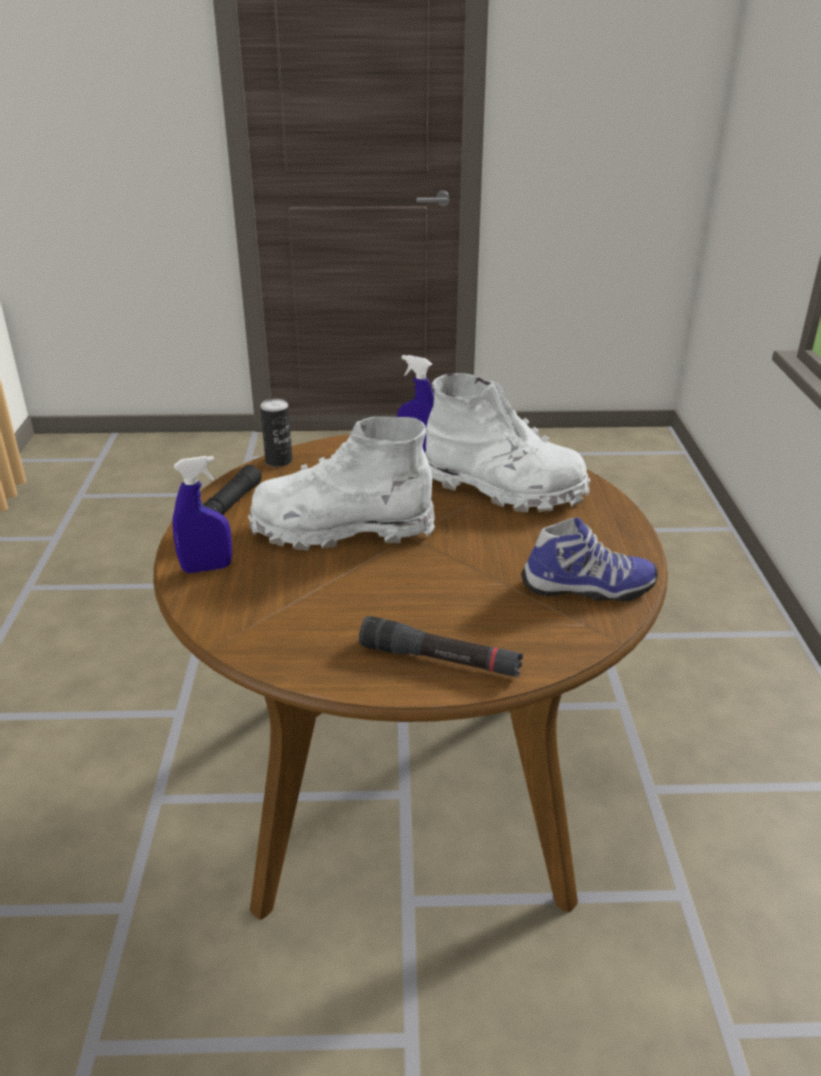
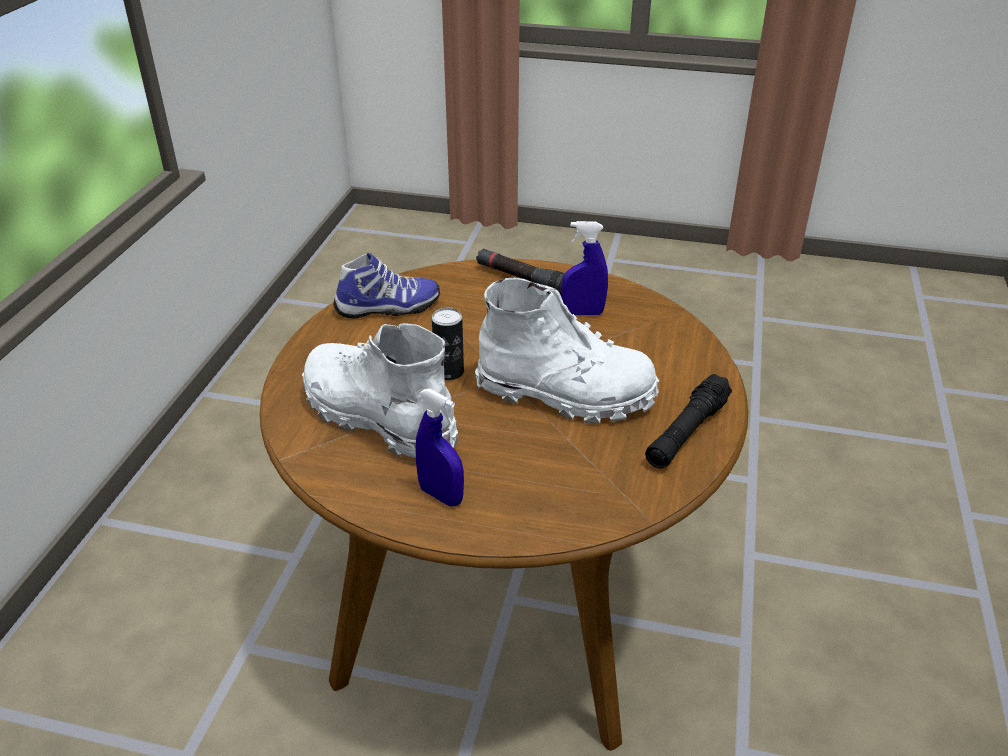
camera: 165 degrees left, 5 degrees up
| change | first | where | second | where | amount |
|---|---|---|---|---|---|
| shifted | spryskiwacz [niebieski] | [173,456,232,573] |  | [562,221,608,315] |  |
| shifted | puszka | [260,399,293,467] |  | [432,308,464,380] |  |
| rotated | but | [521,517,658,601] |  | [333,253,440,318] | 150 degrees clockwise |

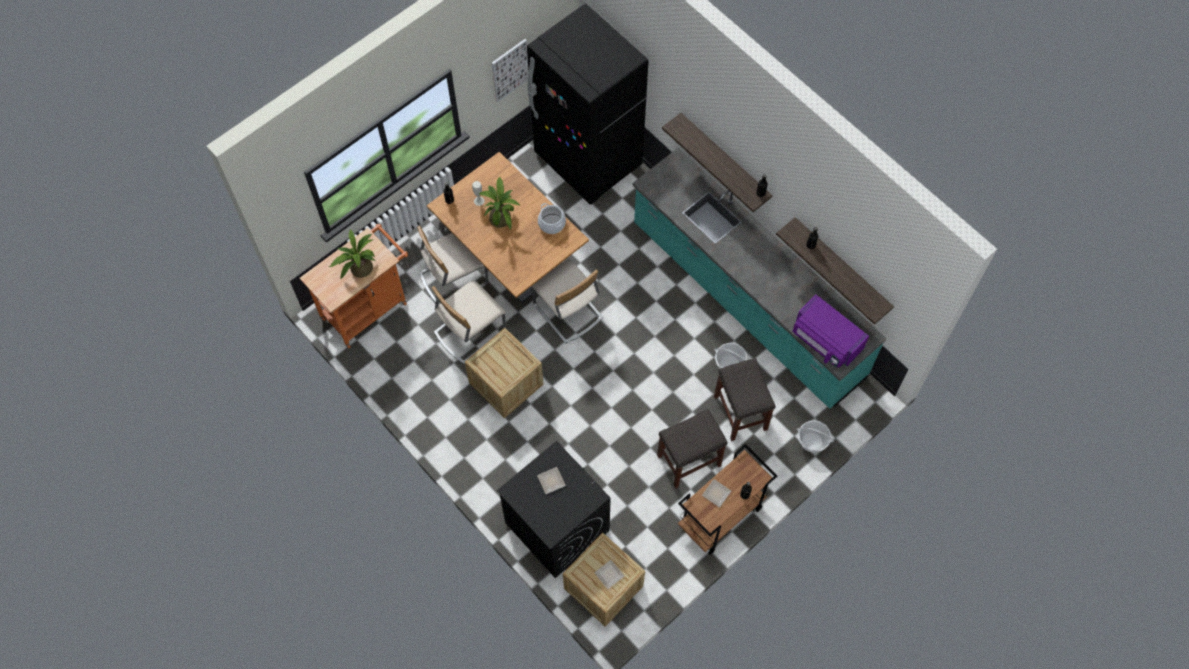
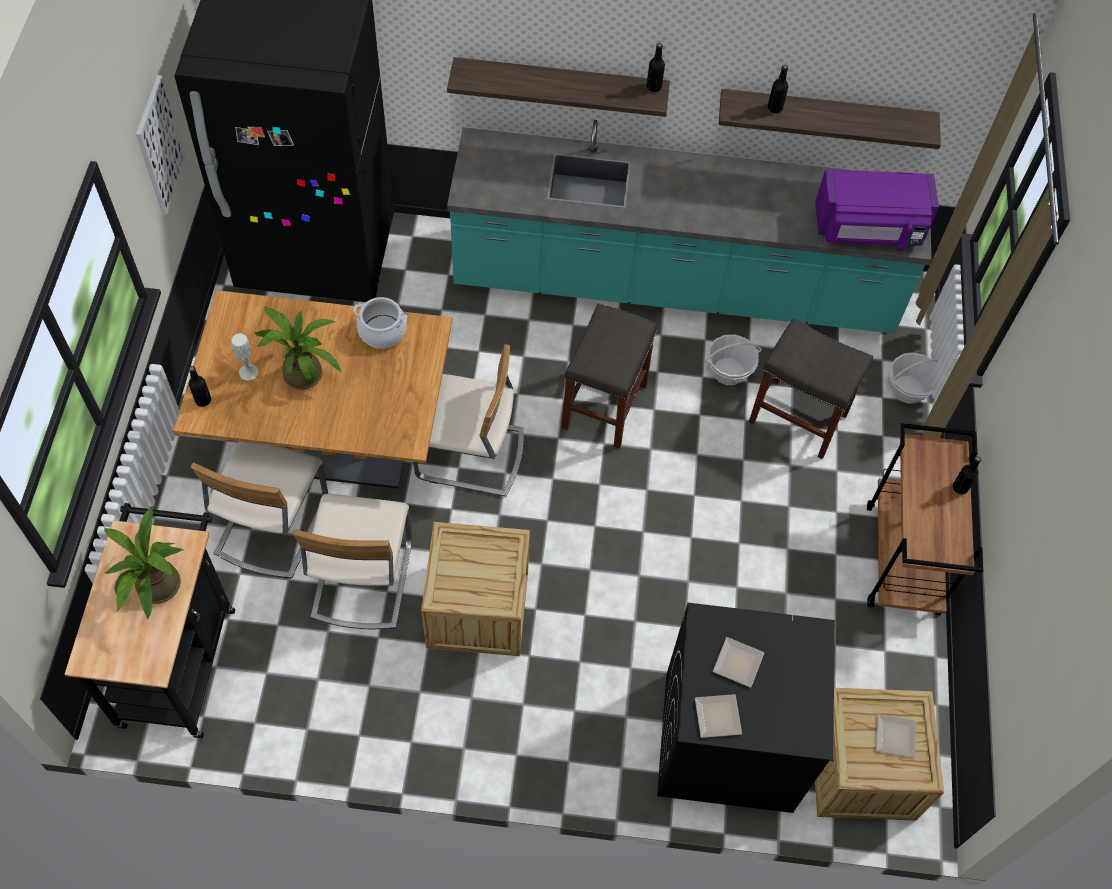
camera: 45 degrees left, 5 degrees down
| change | first | where | second | where | amount |
|---|---|---|---|---|---|
| shifted | stołek [szary] | [657,409,727,488] |  | [561,303,657,449] |  |
| shifted | talerz | [702,479,731,508] |  | [695,694,742,738] |  |
| repainted | wózek [pomarańczowy] | [300,224,408,348] | wózek [czarny] | [64,503,235,738] |  |

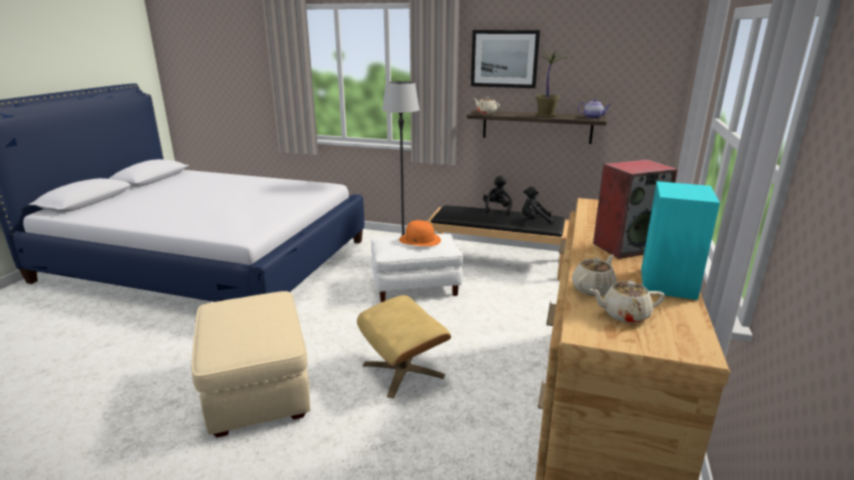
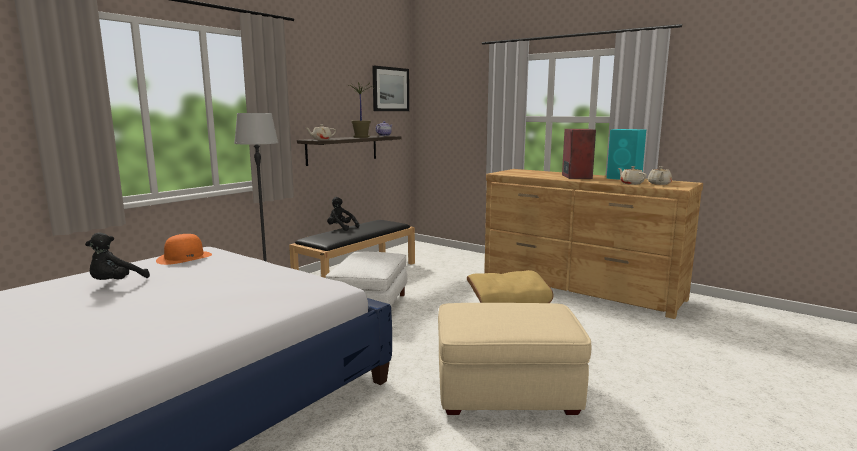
camera: 70 degrees left, 10 degrees down
| change | first | where | second | where | amount |
|---|---|---|---|---|---|
| shifted | kapelusz [pomarańczowy] | [399,220,441,246] |  | [156,234,212,265] |  |
| shifted | obraz | [471,30,540,88] |  | [372,66,409,111] |  |
| shifted | pluszak [czarny] | [522,187,554,224] |  | [85,232,150,280] |  |

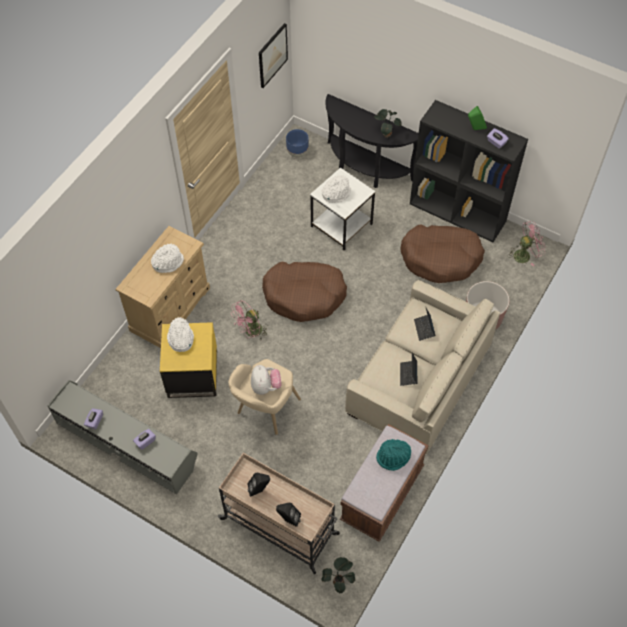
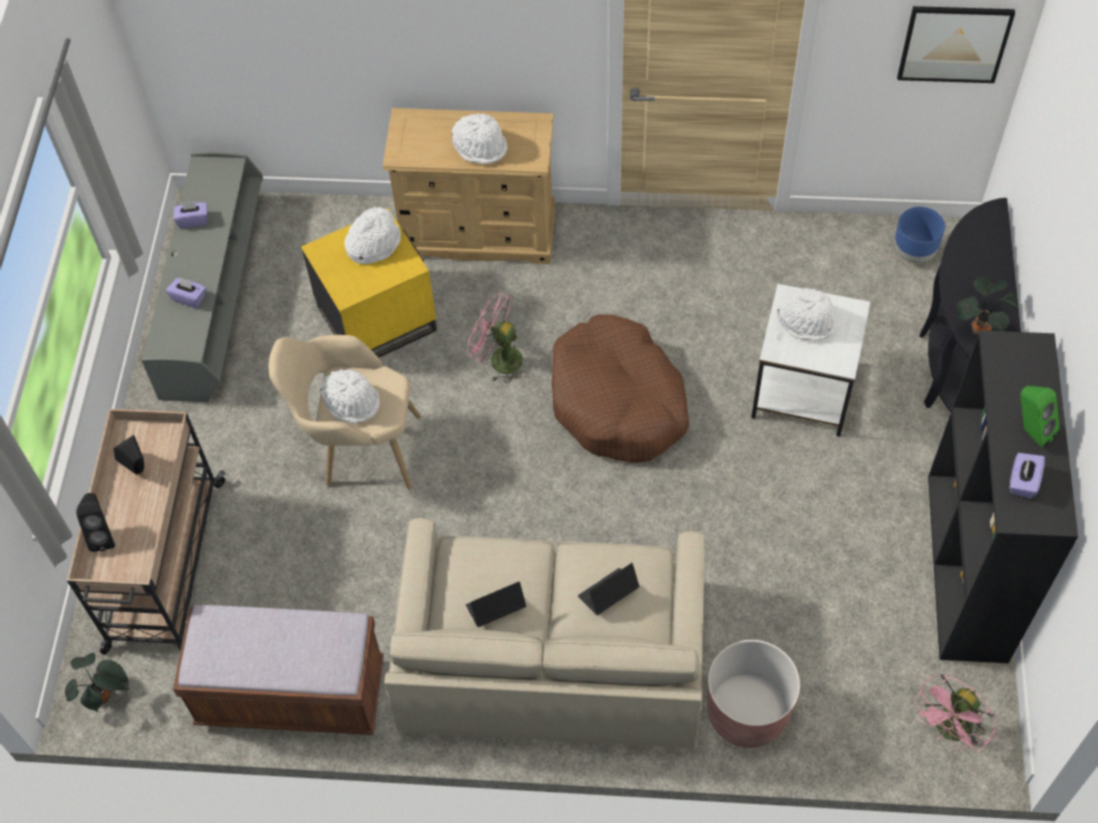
camera: 65 degrees right, 0 degrees up
| change | first | where | second | where | amount |
|---|---|---|---|---|---|
| gone | kapelusz [turkusowy] | [376,439,411,471] |  |  |  |
| gone | legowisko [brązowy] | [400,224,485,283] |  |  |  |
| swapped | pluszak | [251,365,281,395] | kapelusz [biały] | [320,369,380,423] |  |
| rotated | wentylator [różowy] | [508,221,545,266] |  | [914,674,997,752] | 90 degrees clockwise |

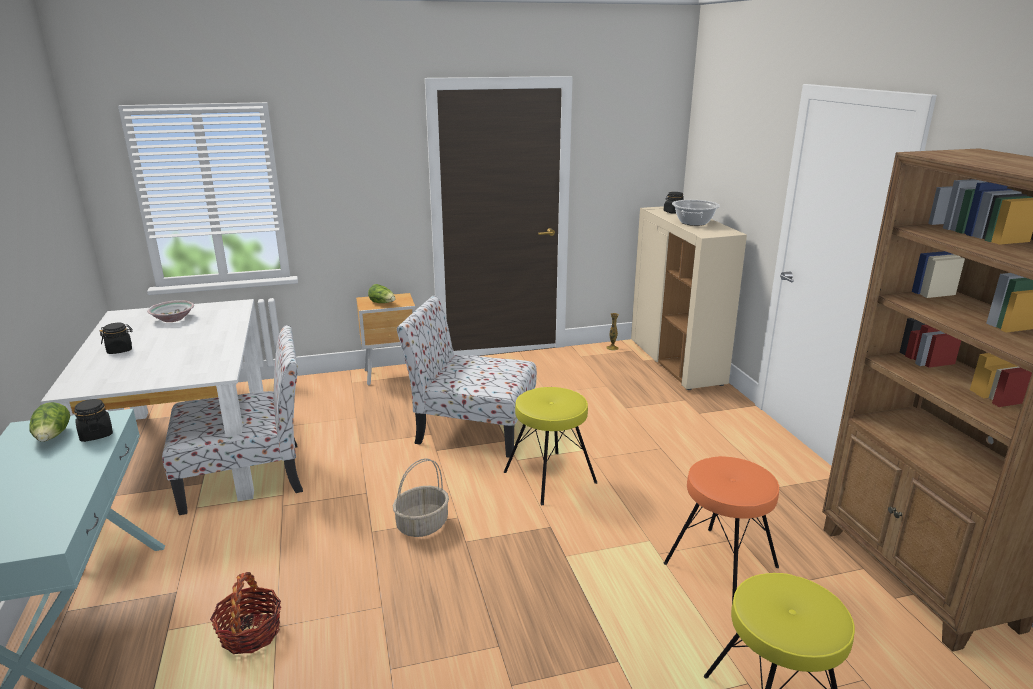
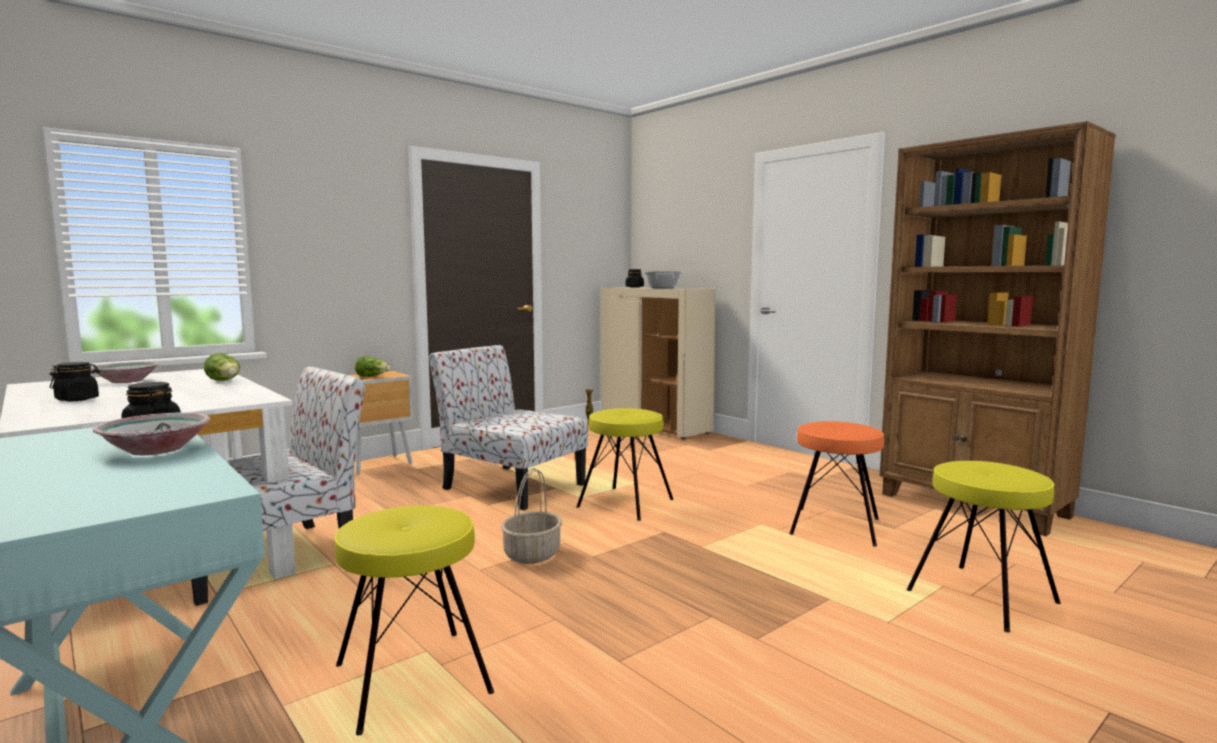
camera: 25 degrees left, 15 degrees down
| change | first | where | second | where | amount |
|---|---|---|---|---|---|
| new |  |  | miska | [93,412,211,455] |  |
| shifted | sałata | [29,402,70,442] |  | [204,353,240,381] |  |
| swapped | koszyk | [210,572,281,654] | stołek [żółty] | [334,506,494,735] |  |
| rotated | krzesło | [397,296,537,458] |  | [429,345,588,510] | 45 degrees clockwise |

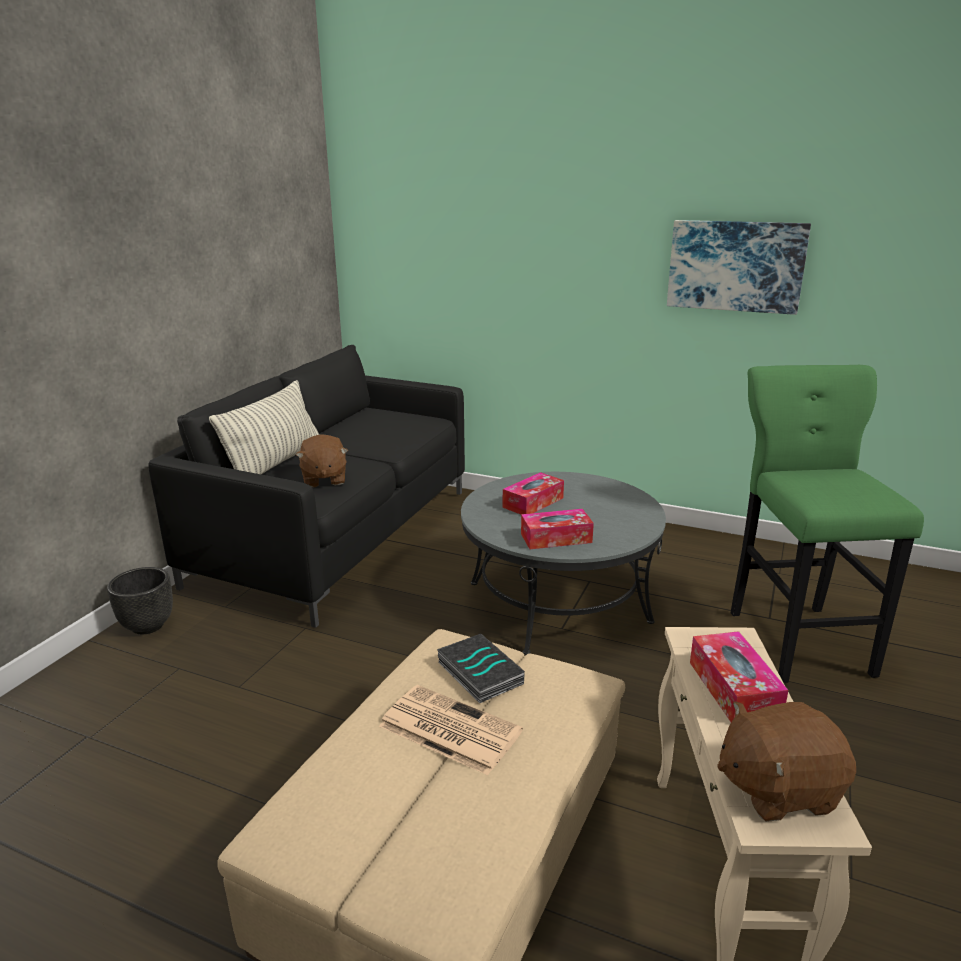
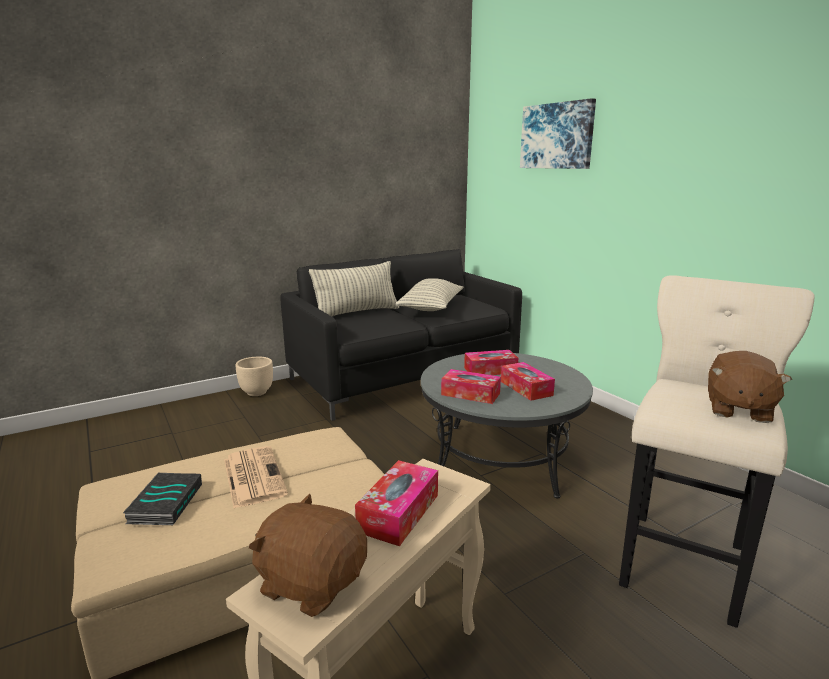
camera: 35 degrees right, 5 degrees down
| change | first | where | second | where | amount |
|---|---|---|---|---|---|
| new |  |  | poduszka | [396,278,463,311] |  |
| new |  |  | pudełko chusteczek | [501,362,555,401] |  |
| shifted | pluszak [brązowy] | [296,434,348,488] |  | [708,351,792,423] |  |
| shifted | książka | [437,634,525,703] |  | [123,473,202,525] |  |
| shifted | obraz | [667,220,811,315] |  | [520,98,596,169] |  |
| repainted | donica [czarny] | [107,567,173,635] | donica [beżowy] | [235,357,273,396] |  |
| repainted | stołek [zielony] | [731,365,924,683] | stołek [beżowy] | [619,275,815,628] |  |

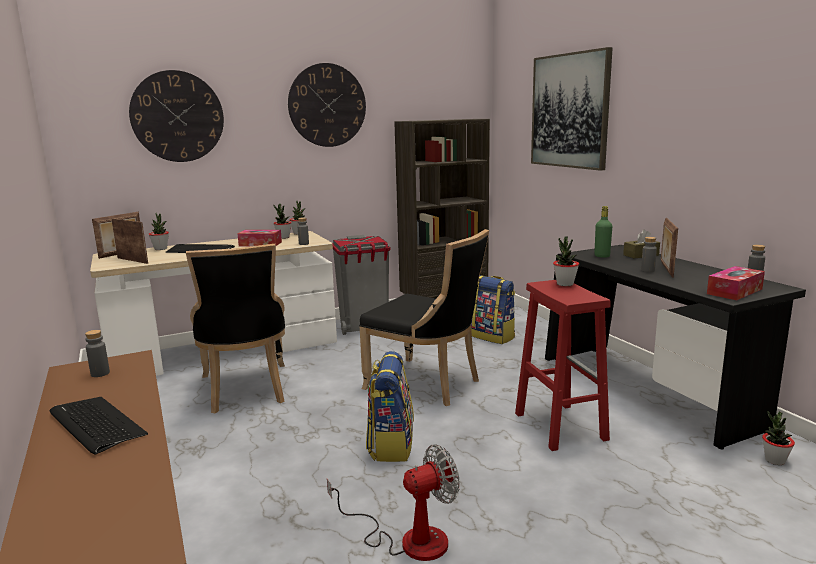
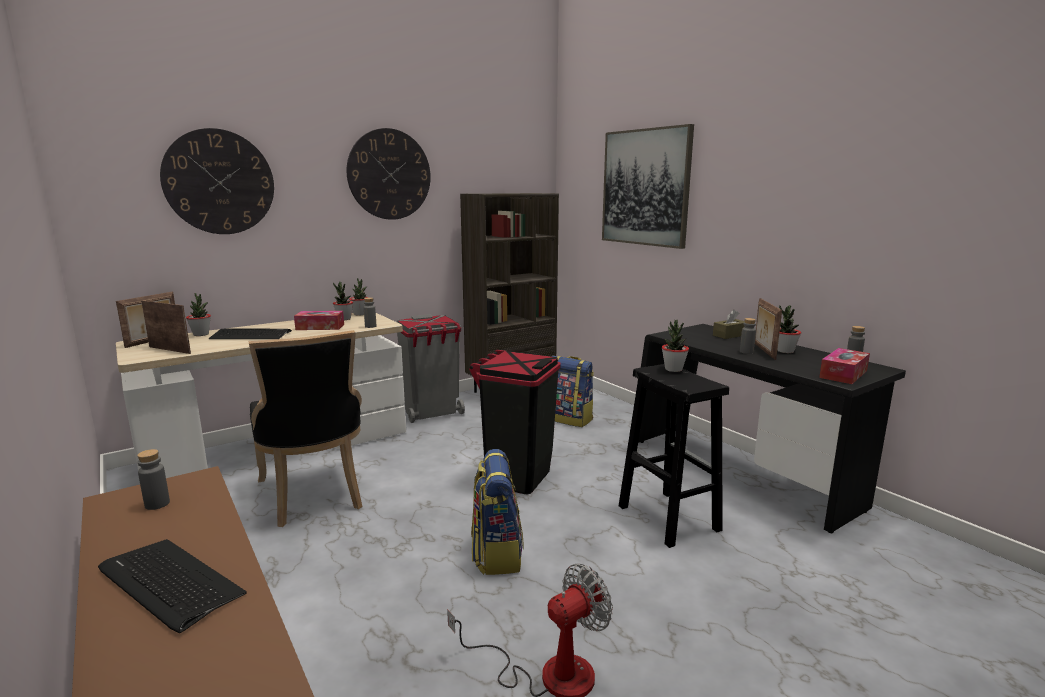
camera: 10 degrees left, 0 degrees up
| change | first | where | second | where | amount |
|---|---|---|---|---|---|
| gone | butelka [zielony] | [594,206,612,258] |  |  |  |
| shifted | roślina doniczkowa | [762,411,795,465] |  | [777,305,801,353] |  |
| swapped | krzesło [czarny] | [359,229,489,406] | kosz na śmieci [czarny] | [469,350,561,494] |  |
| repainted | stołek [czerwony] | [515,280,611,451] | stołek [czarny] | [619,364,729,548] |  |

